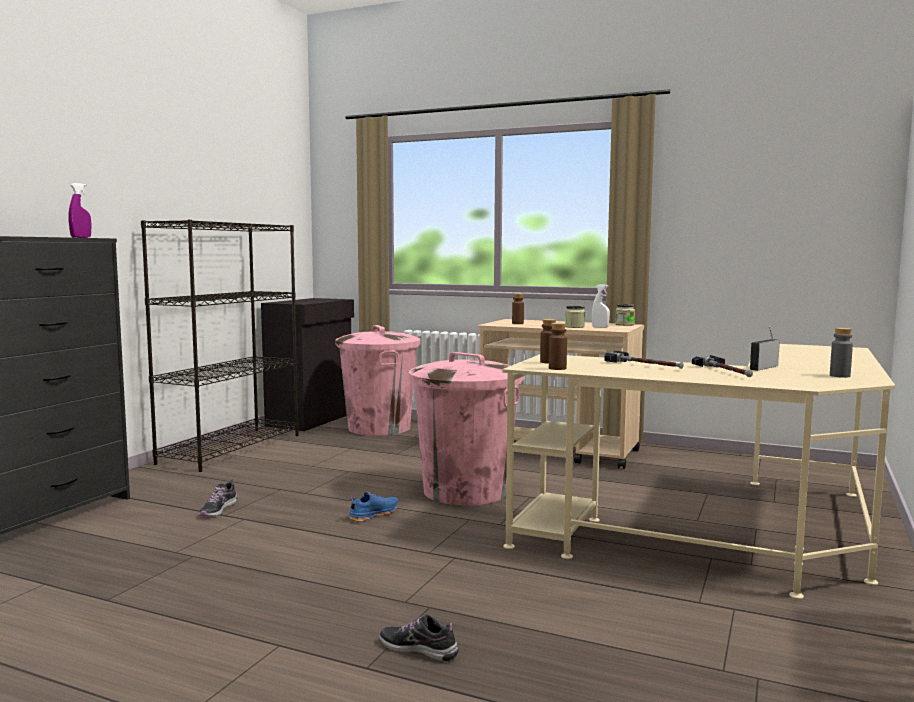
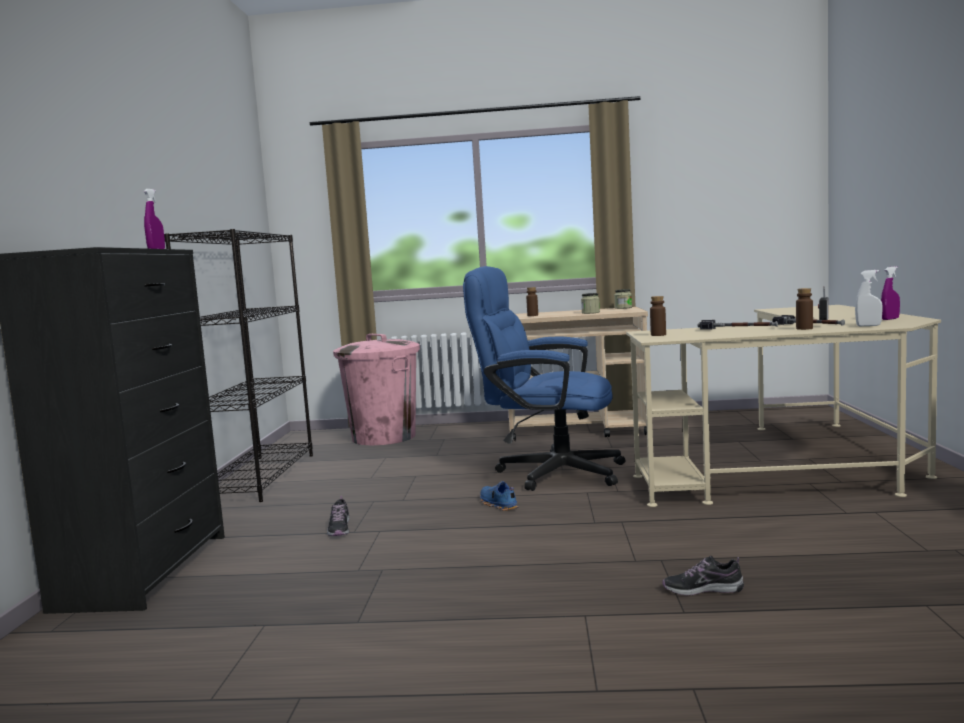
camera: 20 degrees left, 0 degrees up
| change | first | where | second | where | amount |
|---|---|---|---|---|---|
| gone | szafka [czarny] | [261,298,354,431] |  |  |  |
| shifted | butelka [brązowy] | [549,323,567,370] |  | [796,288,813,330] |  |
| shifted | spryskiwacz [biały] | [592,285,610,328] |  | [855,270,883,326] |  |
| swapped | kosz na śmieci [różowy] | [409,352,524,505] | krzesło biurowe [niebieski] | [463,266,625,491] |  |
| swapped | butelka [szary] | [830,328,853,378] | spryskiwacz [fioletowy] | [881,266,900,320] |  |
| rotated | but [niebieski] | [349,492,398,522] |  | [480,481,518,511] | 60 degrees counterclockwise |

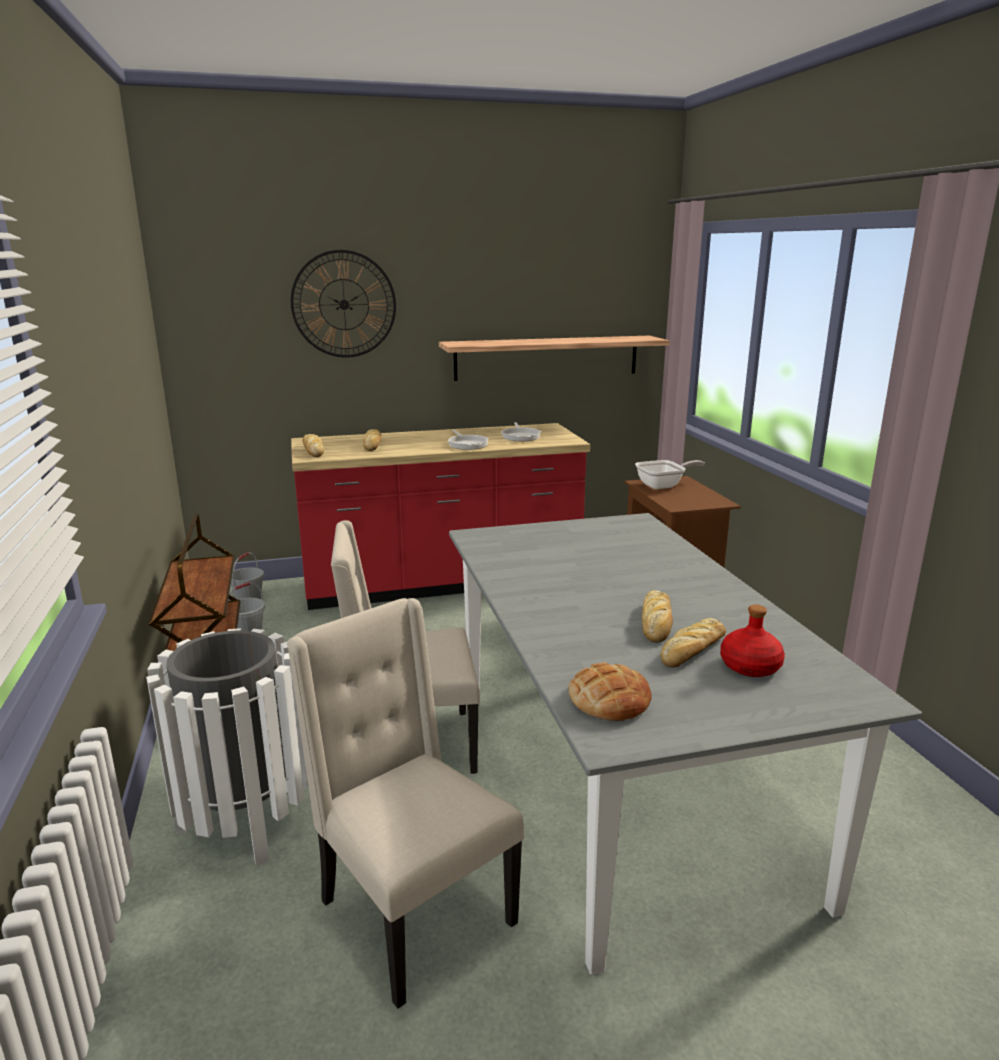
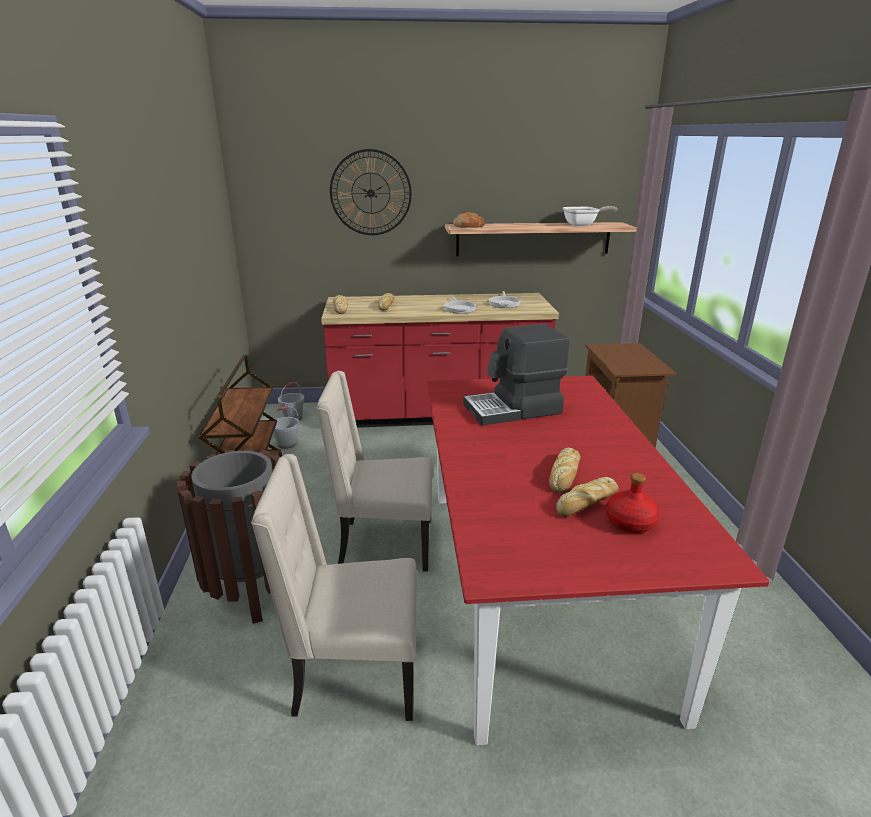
camera: 10 degrees right, 5 degrees up
| change | first | where | second | where | amount |
|---|---|---|---|---|---|
| new |  |  | ekspres do kawy | [463,324,570,426] |  |
| shifted | chleb | [568,663,652,721] |  | [453,212,485,228] |  |
| shifted | patelnia | [635,460,705,489] |  | [563,206,618,226] |  |
| repainted | kosz na śmieci [biały] | [146,628,308,867] | kosz na śmieci [brązowy] | [177,449,280,624] |  |
| repainted | stół jadalny [szary] | [449,513,922,975] | stół jadalny [czerwony] | [426,376,770,745] |  |
| rotated | krzesło [beżowy] | [287,598,524,1009] |  | [251,454,417,721] | 60 degrees counterclockwise |

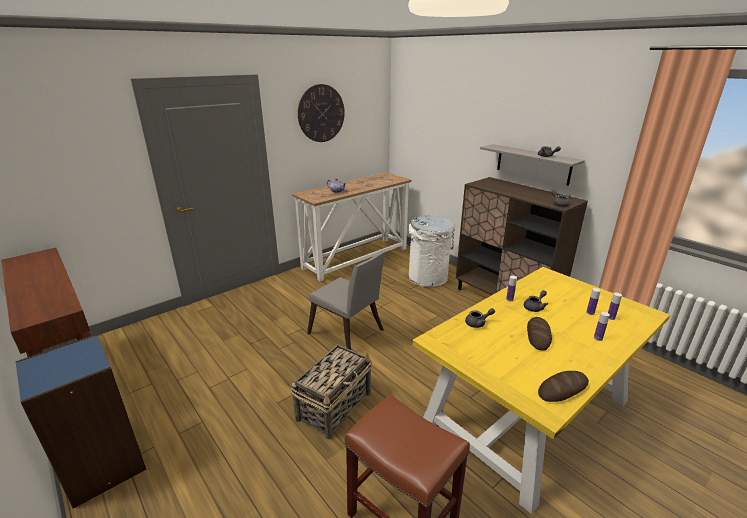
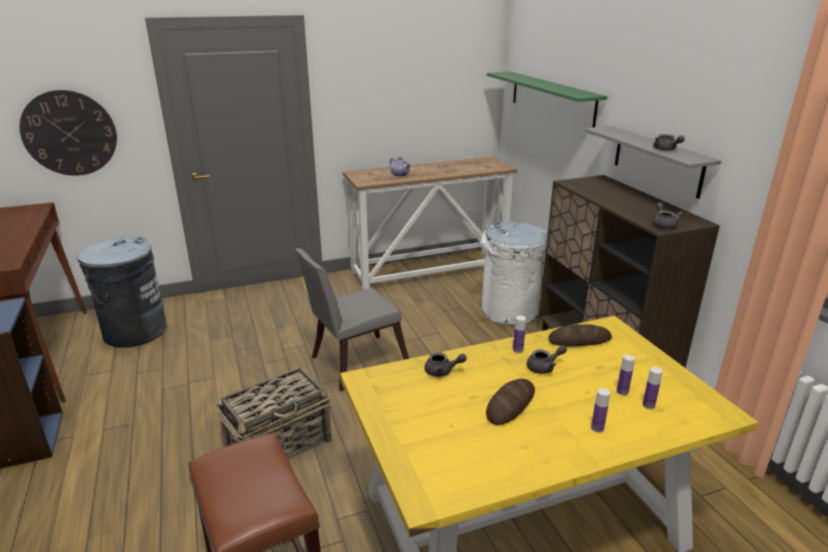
camera: 20 degrees right, 0 degrees up
| change | first | where | second | where | amount |
|---|---|---|---|---|---|
| new |  |  | kosz na śmieci [szary] | [77,237,168,348] |  |
| new |  |  | półka [zielony] | [487,72,607,128] |  |
| shifted | zegar ścienny | [298,84,345,142] |  | [20,90,117,176] |  |
| shifted | chleb | [538,371,589,402] |  | [548,324,612,347] |  |
| rotated | krzesło [szary] | [307,251,385,350] |  | [295,248,409,391] | 90 degrees clockwise |

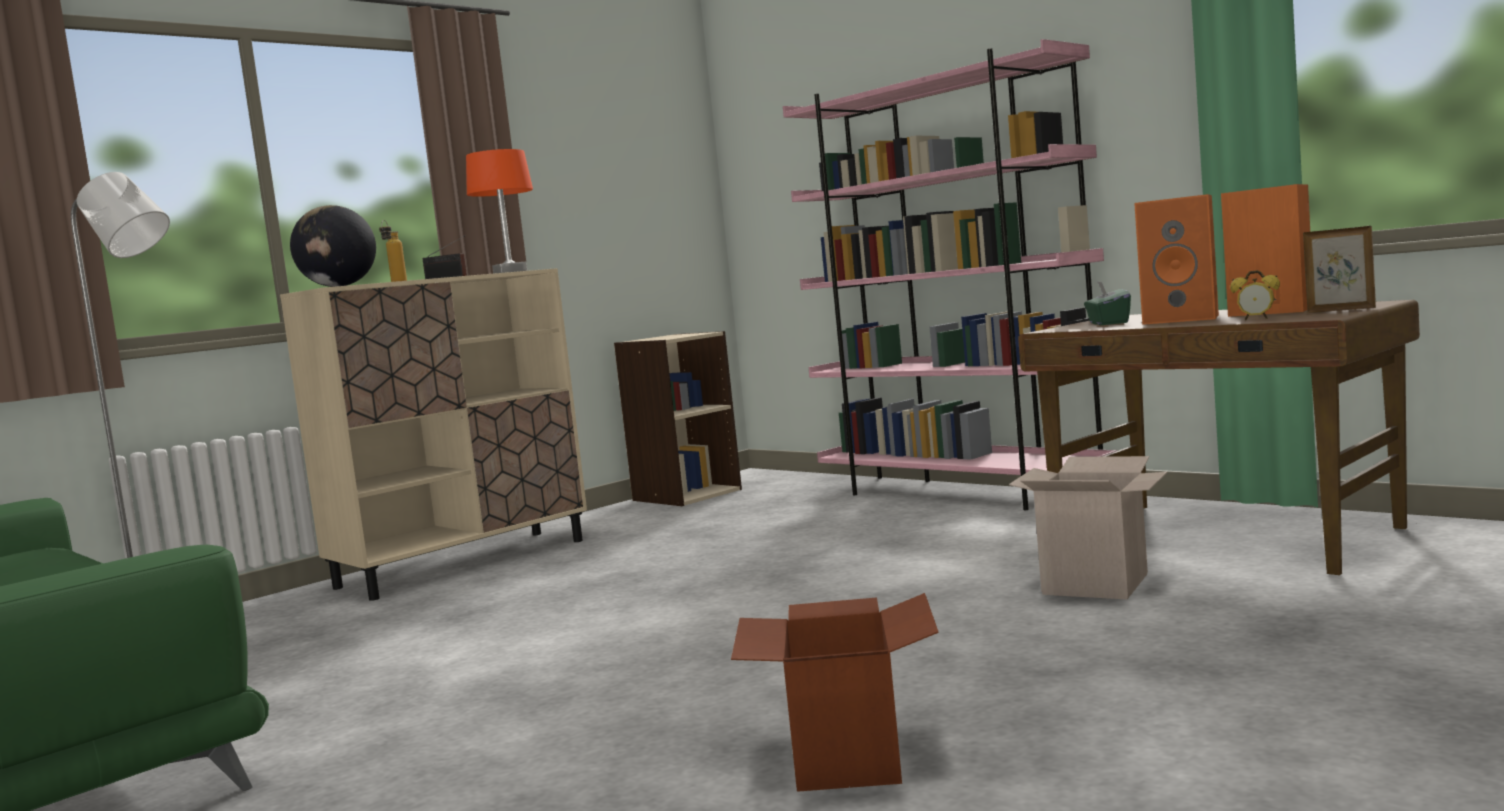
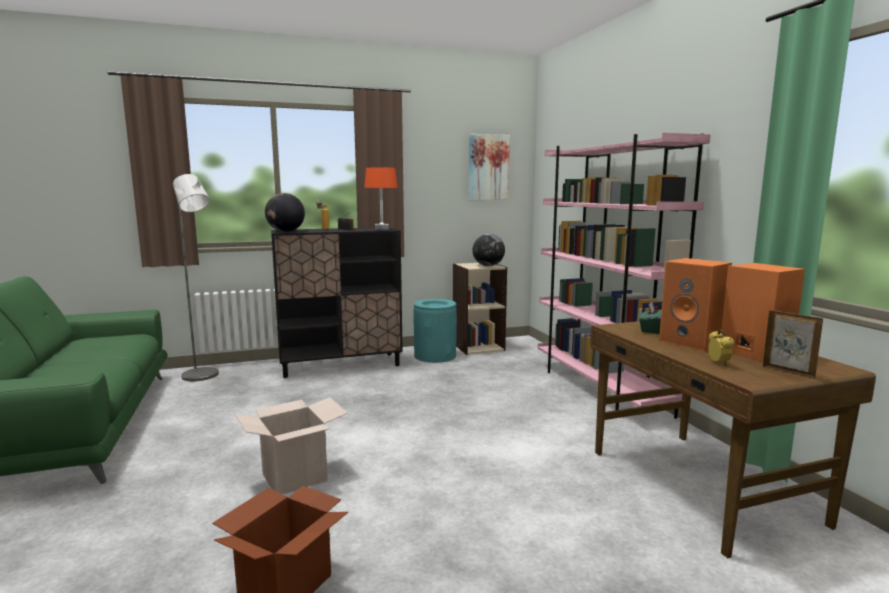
camera: 25 degrees right, 5 degrees up
| change | first | where | second | where | amount |
|---|---|---|---|---|---|
| new |  |  | kosz na śmieci [turkusowy] | [413,299,457,363] |  |
| new |  |  | obraz | [469,134,510,200] |  |
| new |  |  | globus | [473,234,505,266] |  |
| shifted | karton | [1009,456,1167,600] |  | [234,397,348,495] |  |
| repainted | szafka [beżowy] | [280,268,587,601] | szafka [czarny] | [271,227,403,378] |  |
| rotated | budzik | [1230,270,1280,320] |  | [708,330,735,366] | 150 degrees counterclockwise |

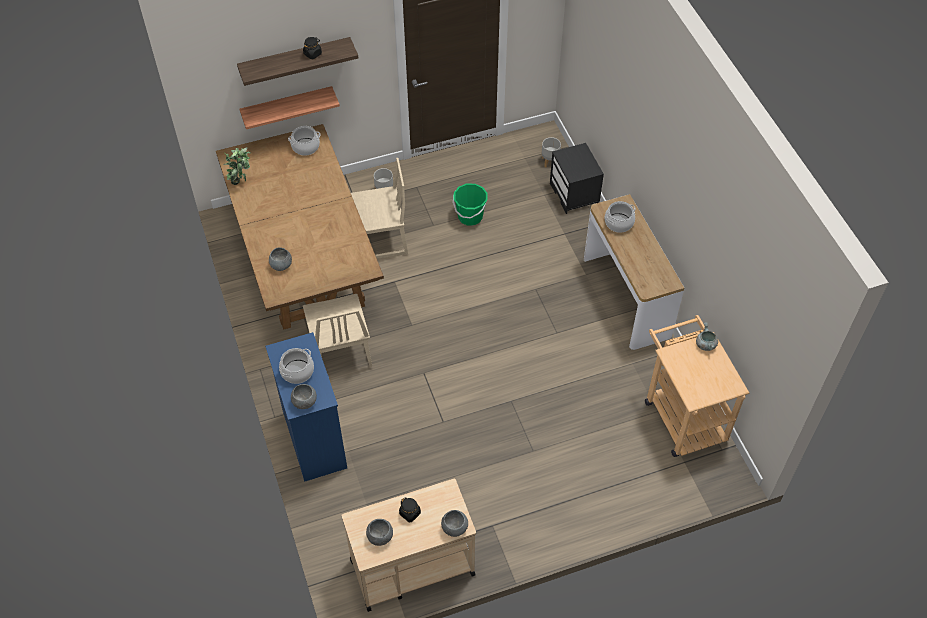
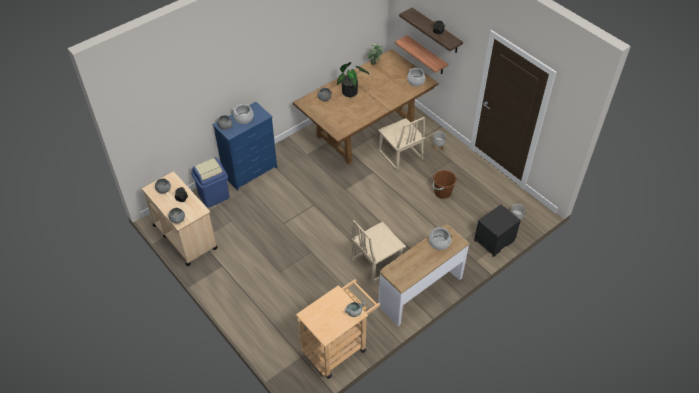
camera: 70 degrees right, 5 degrees down
| change | first | where | second | where | amount |
|---|---|---|---|---|---|
| new |  |  | kosz na śmieci [niebieski] | [191,157,230,208] |  |
| new |  |  | roślina doniczkowa | [337,62,369,97] |  |
| shifted | krzesło [beżowy] | [303,294,373,368] |  | [351,220,406,284] |  |
| repainted | wiadro [zielony] | [453,184,487,226] | wiadro [brązowy] | [433,170,457,199] |  |

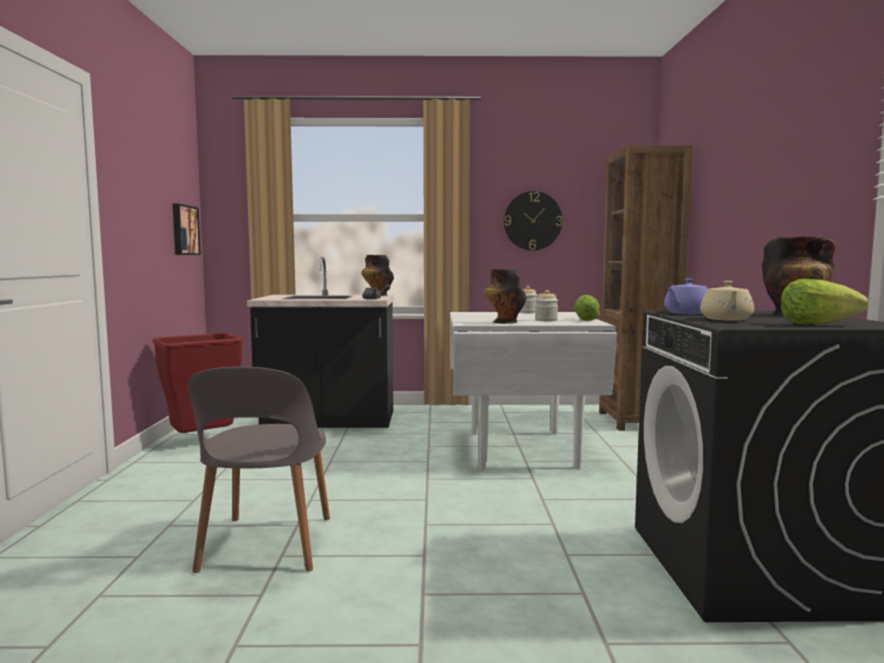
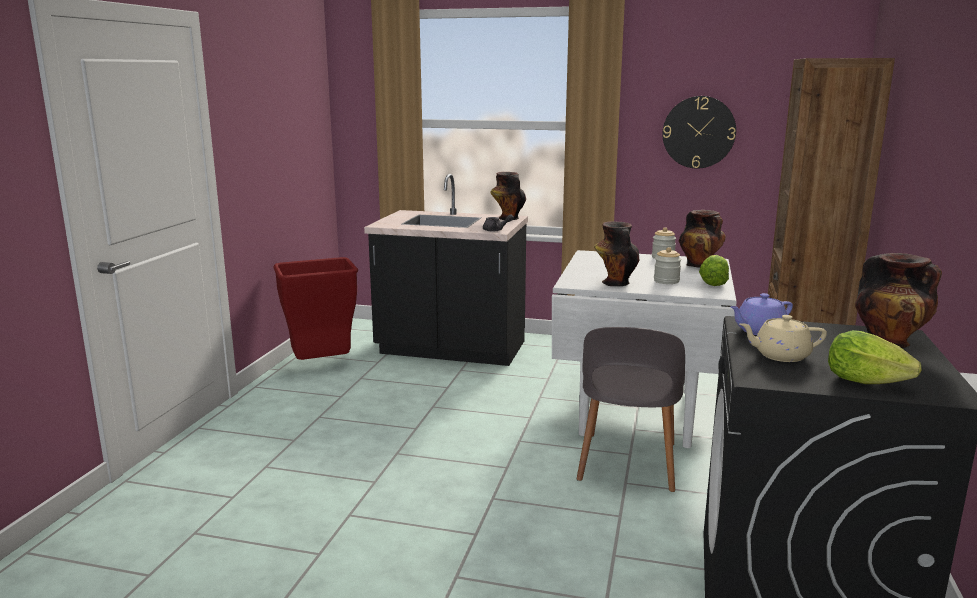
camera: 15 degrees right, 10 degrees up
| change | first | where | second | where | amount |
|---|---|---|---|---|---|
| gone | obraz | [173,204,201,255] |  |  |  |
| new |  |  | wazon | [679,210,725,268] |  |
| shifted | krzesło [szary] | [188,367,330,573] |  | [577,327,685,492] |  |
| rotated | imbryk [beżowy] | [700,281,754,321] |  | [740,315,827,362] | 60 degrees clockwise |

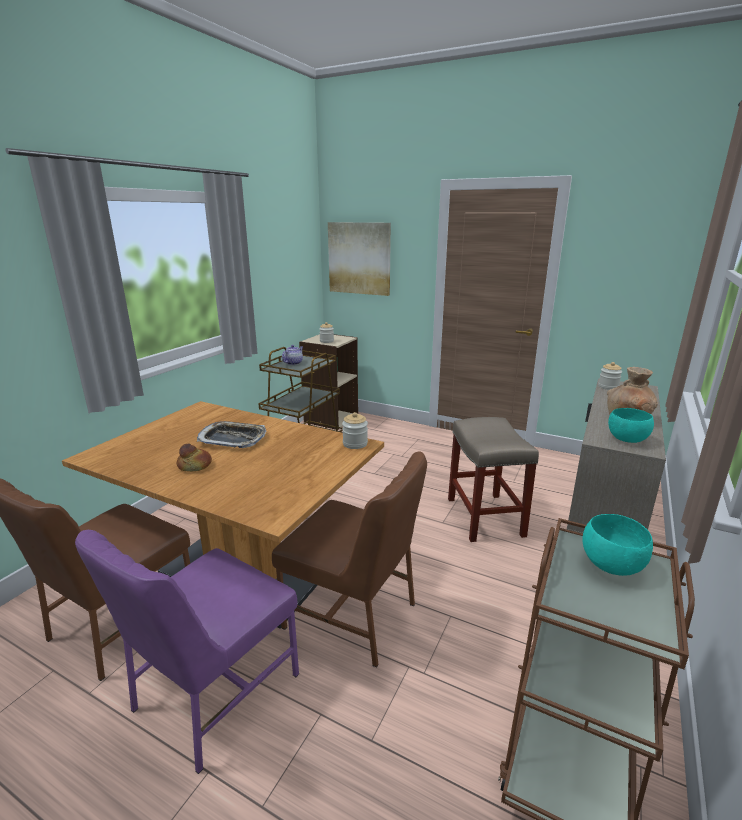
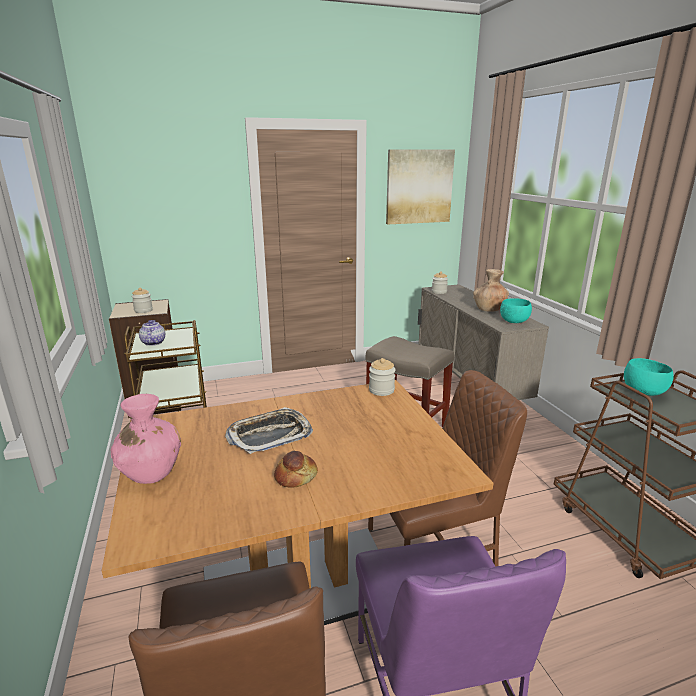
camera: 45 degrees left, 0 degrees up
| change | first | where | second | where | amount |
|---|---|---|---|---|---|
| new |  |  | wazon [różowy] | [111,394,181,484] |  |
| shifted | obraz | [328,222,391,296] |  | [386,149,455,224] |  |

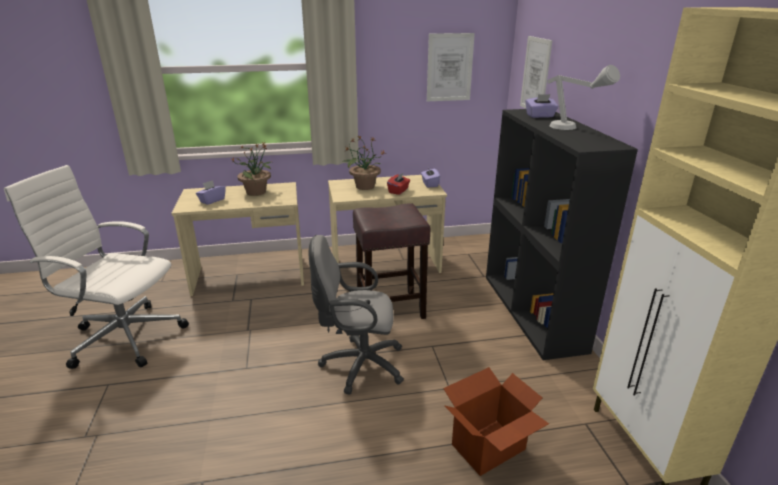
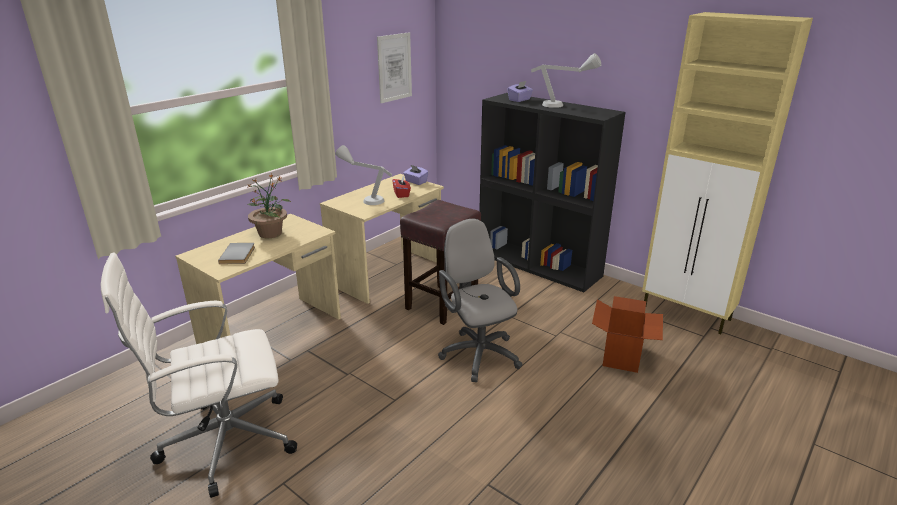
camera: 40 degrees left, 0 degrees up
| change | first | where | second | where | amount |
|---|---|---|---|---|---|
| gone | obraz | [520,36,552,109] |  |  |  |
| swapped | pudełko chusteczek [fioletowy] | [196,180,226,205] | książka [szary] | [218,243,255,264] |  |
| swapped | roślina doniczkowa | [342,135,386,190] | lampa stołowa [szary] | [335,145,392,205] |  |
| rotated | krzesło biurowe [szary] | [308,235,404,395] |  | [438,219,523,382] | 105 degrees clockwise |

